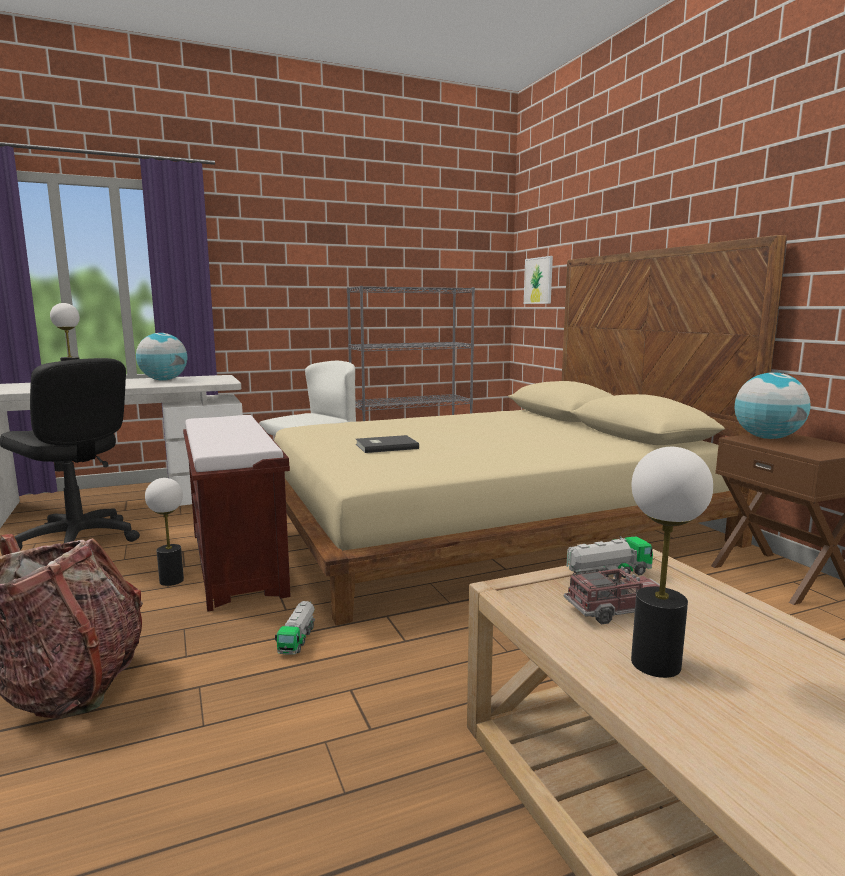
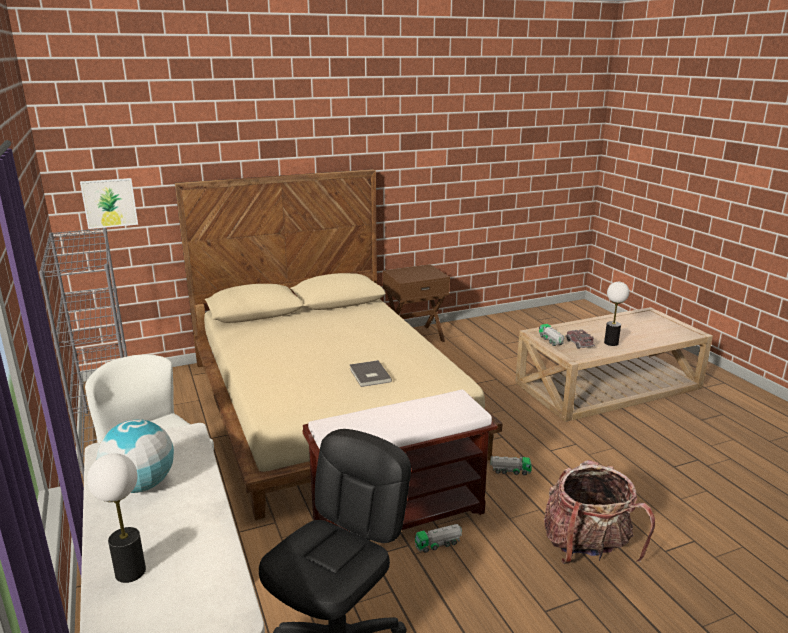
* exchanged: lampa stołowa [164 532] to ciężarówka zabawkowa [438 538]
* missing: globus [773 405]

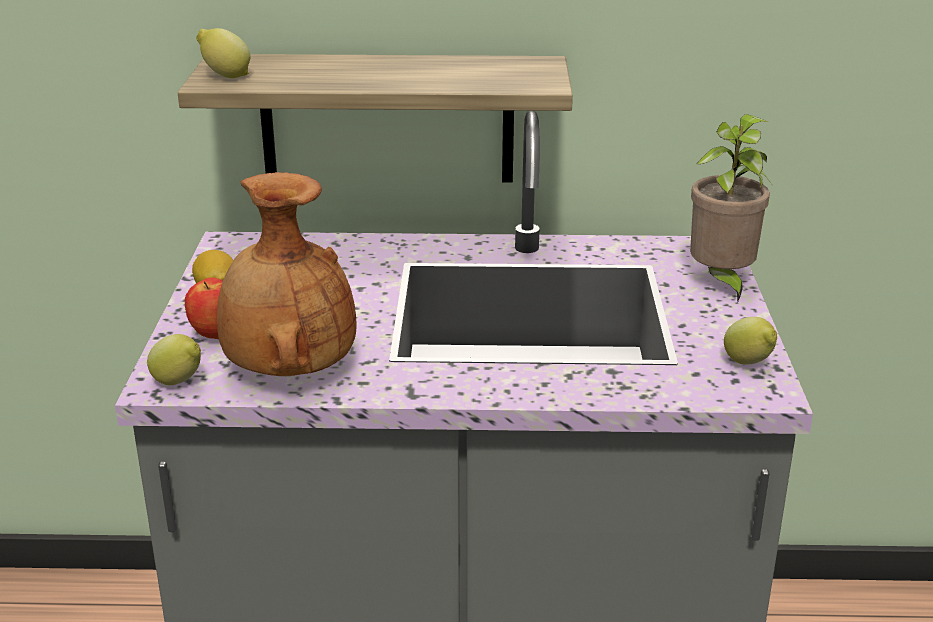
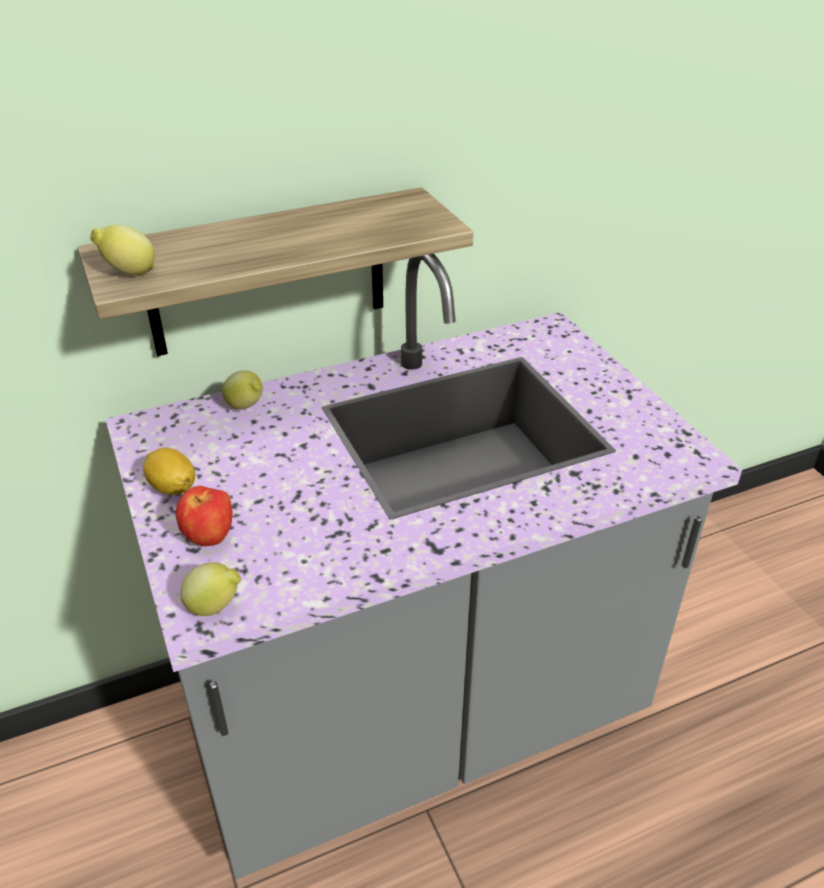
* relocated: cytryna [750 340] to [242 390]
* missing: wazon/brązowy [286 274]
* missing: roślina doniczkowa [730 208]

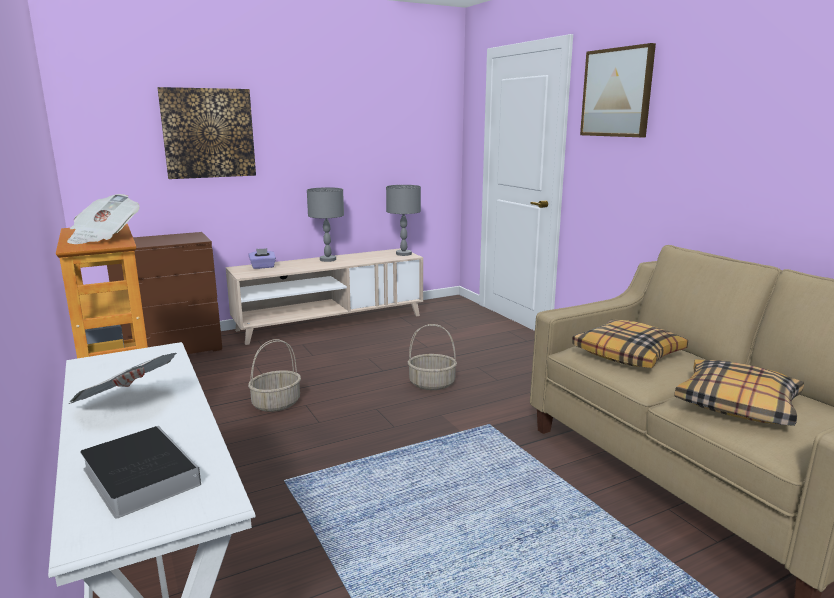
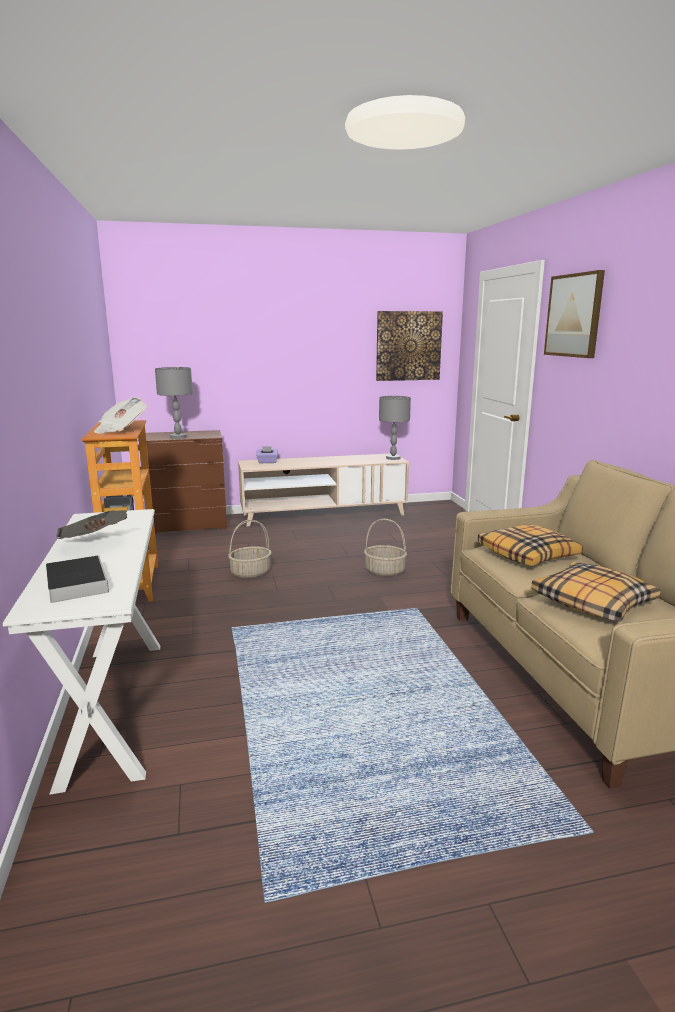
* relocated: lampa stołowa/szary [325 224] to [174 403]
* relocated: obraz [206 133] to [409 346]

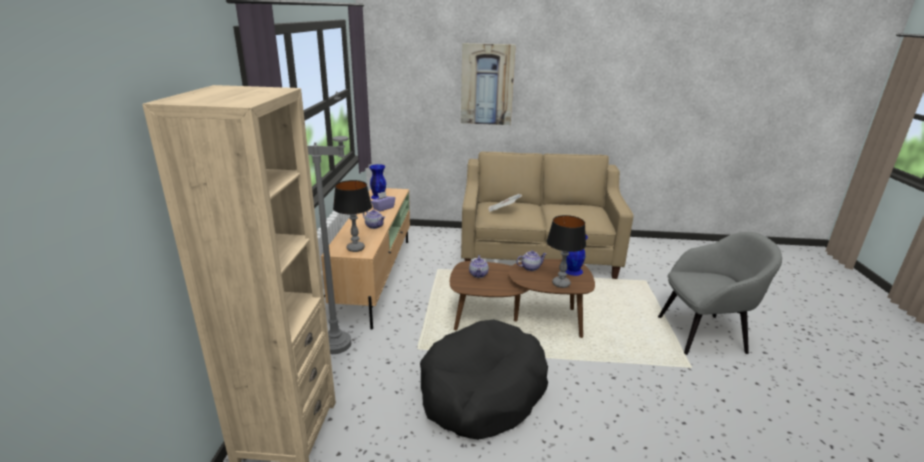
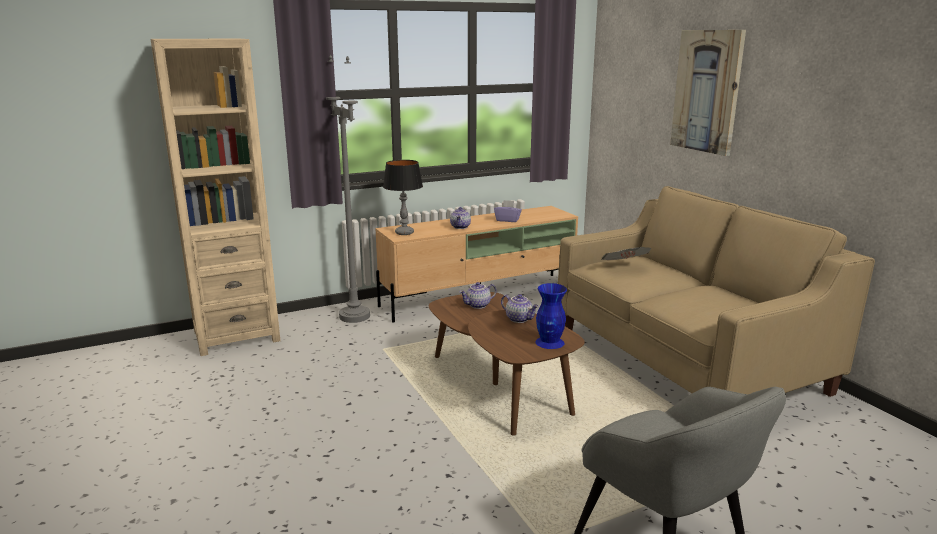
* missing: wazon/niebieski [377 181]
* missing: legowisko/czarny [484 380]
* missing: lampa stołowa [566 251]

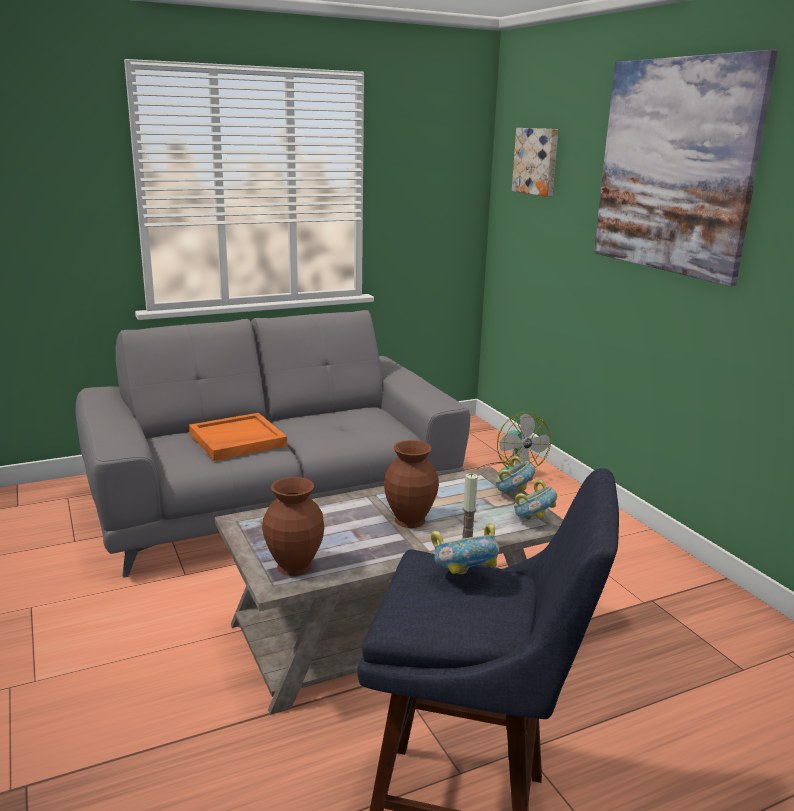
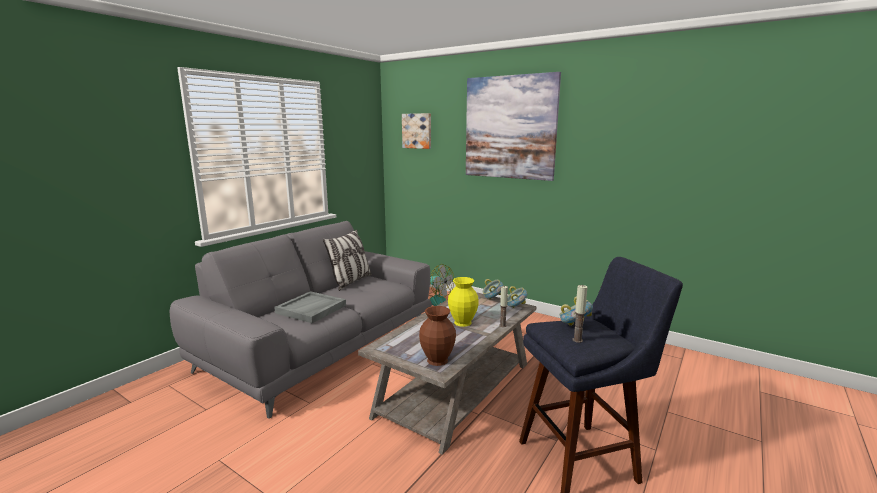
* colour: taca/pomarańczowy [238 437] to taca/szary [310 307]
* appeared: poduszka [347 260]
* colour: wazon/brązowy [411 484] to wazon/żółty [463 302]
* appeared: świeca [579 314]

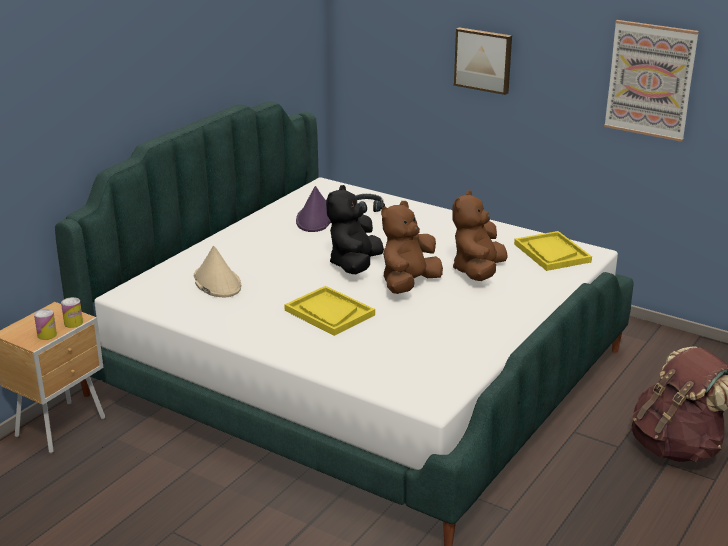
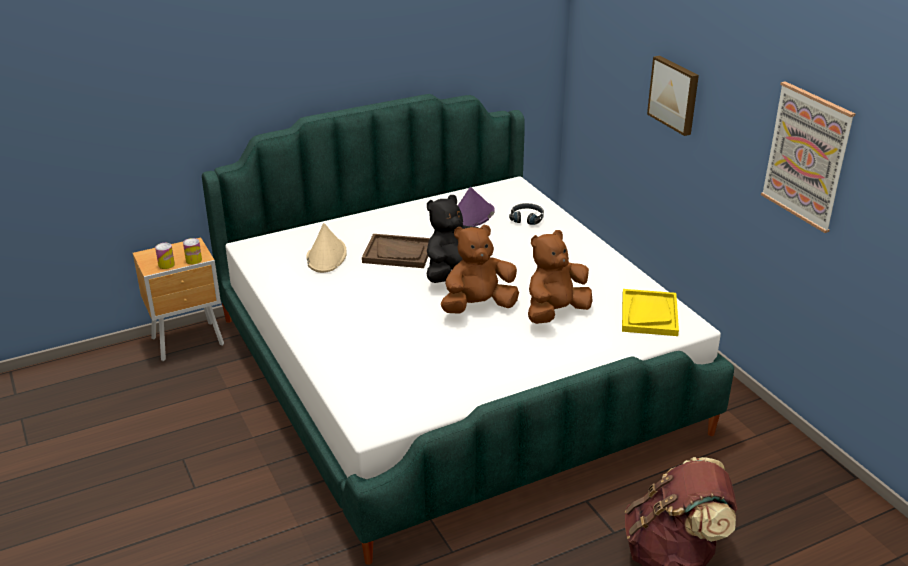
* appeared: taca/brązowy [396 251]
* missing: taca/żółty [329 311]

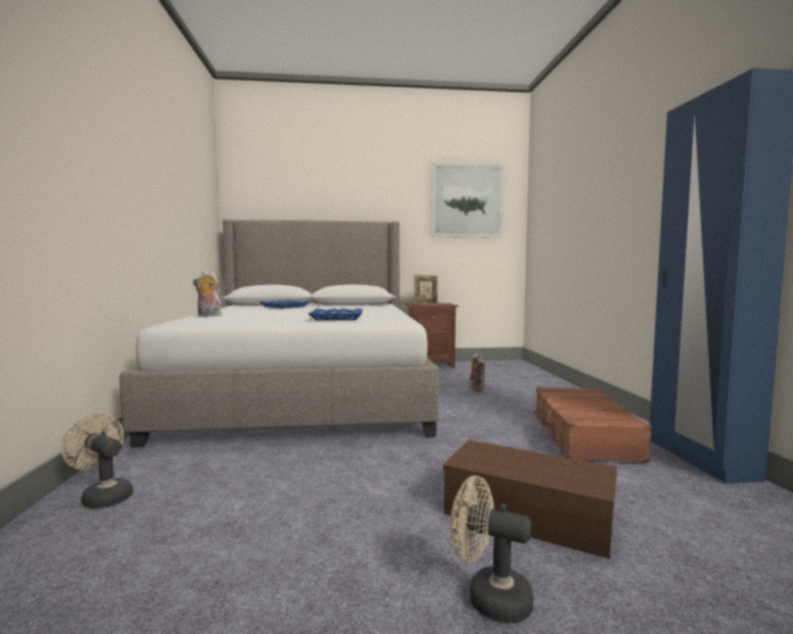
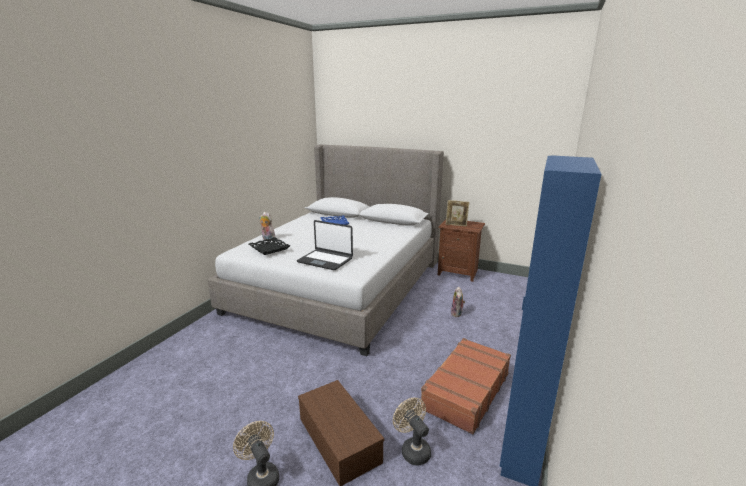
* appeared: taca/czarny [270 246]
* exchanged: taca/niebieski [335 314] to laptop [325 245]
* relocated: wentylator/beżowy [97 461] to [412 431]
* missing: obraz [467 200]

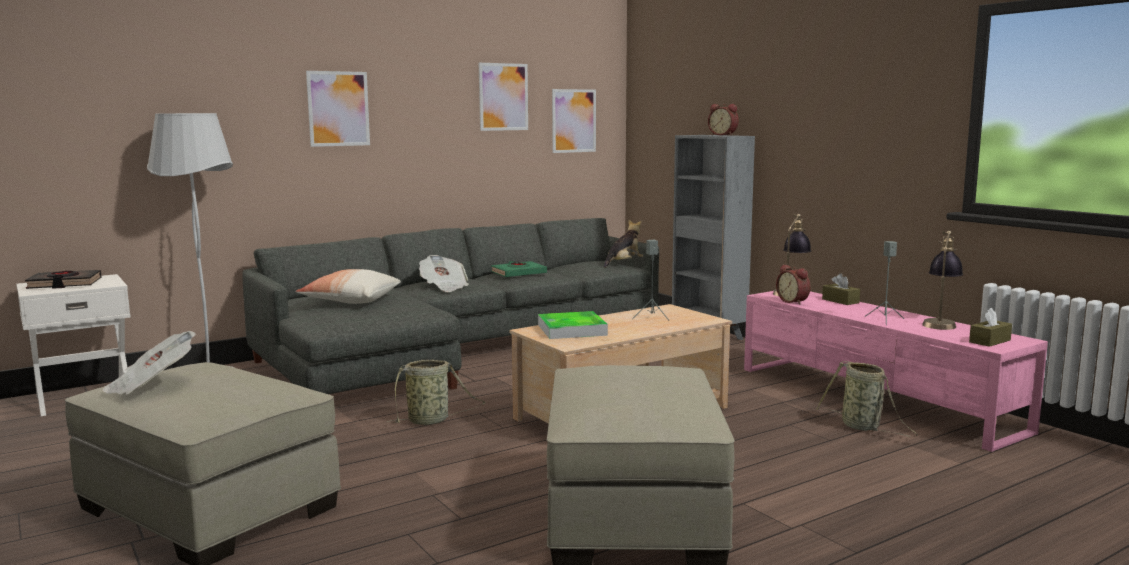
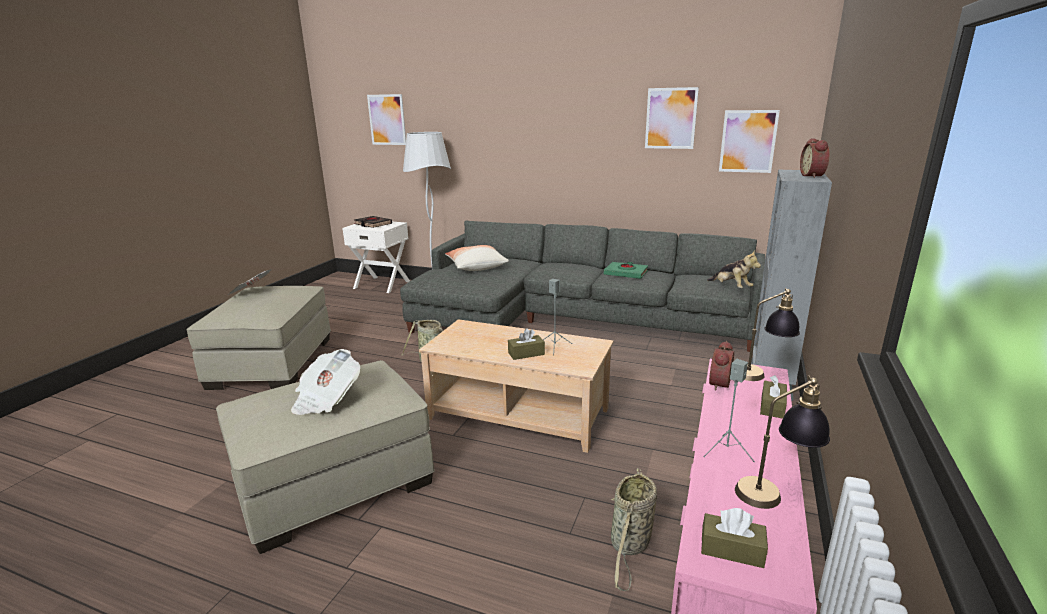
* relocated: gazeta [444 273] to [325 382]
* relocated: obraz [338 109] to [386 119]
* appeared: pudełko chusteczek/brązowy [526 344]
* spun: pluszak [624 244] = [734 269] 45 degrees clockwise
* missing: taca [573 325]

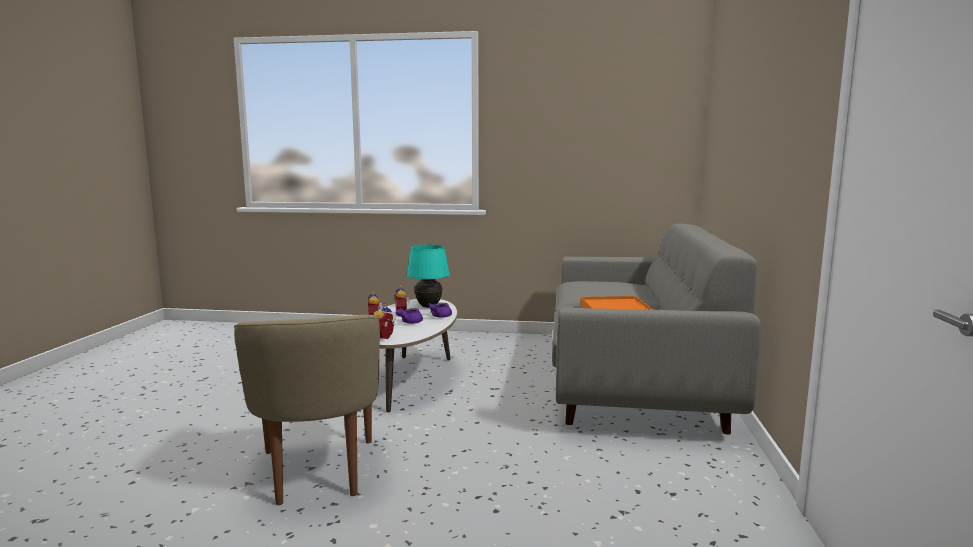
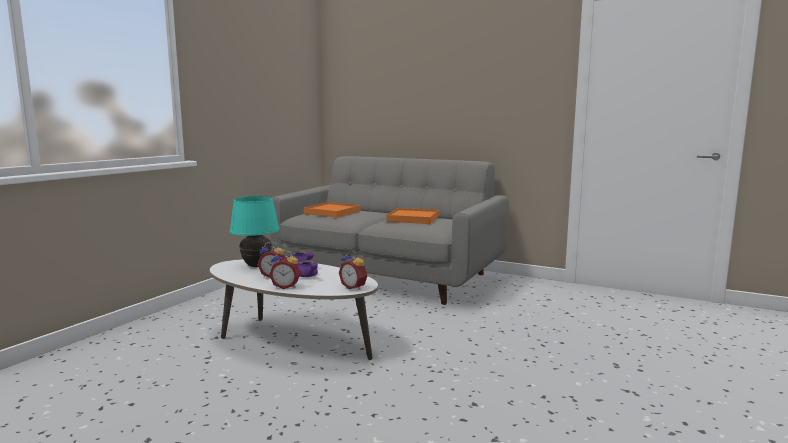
* appeared: taca/pomarańczowy [332 210]
* missing: fotel/beżowy [307 410]

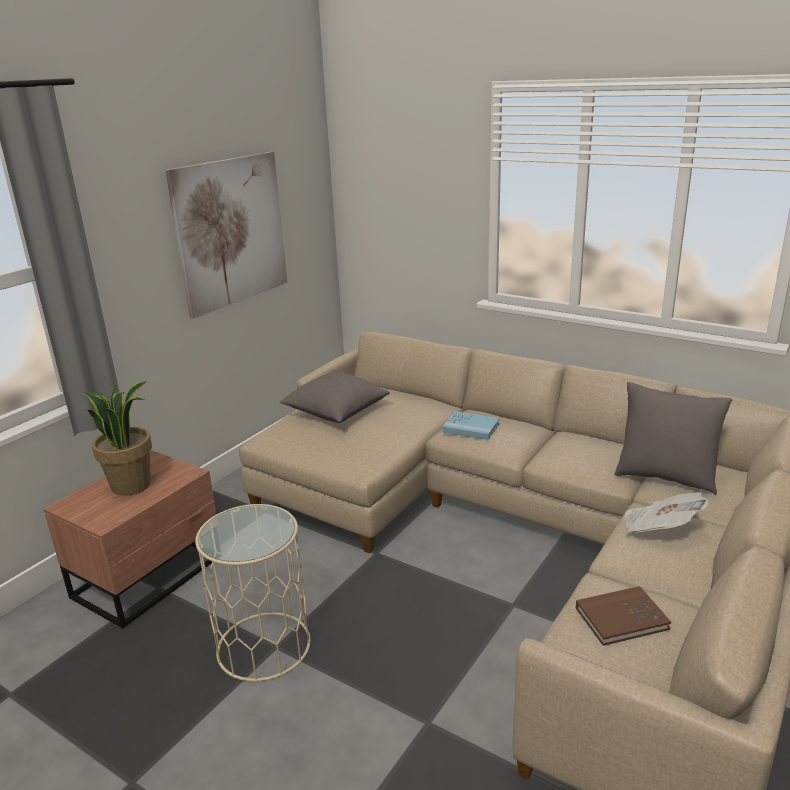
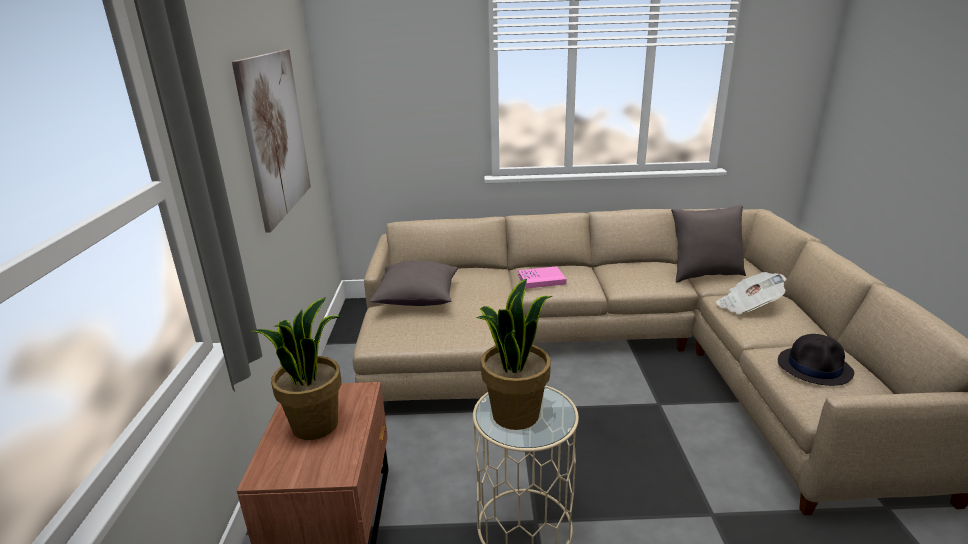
* appeared: roślina doniczkowa [514 354]
* colour: książka/niebieski [470 425] to książka/różowy [542 277]
* exchanged: książka/brązowy [623 616] to kapelusz/czarny [816 360]

